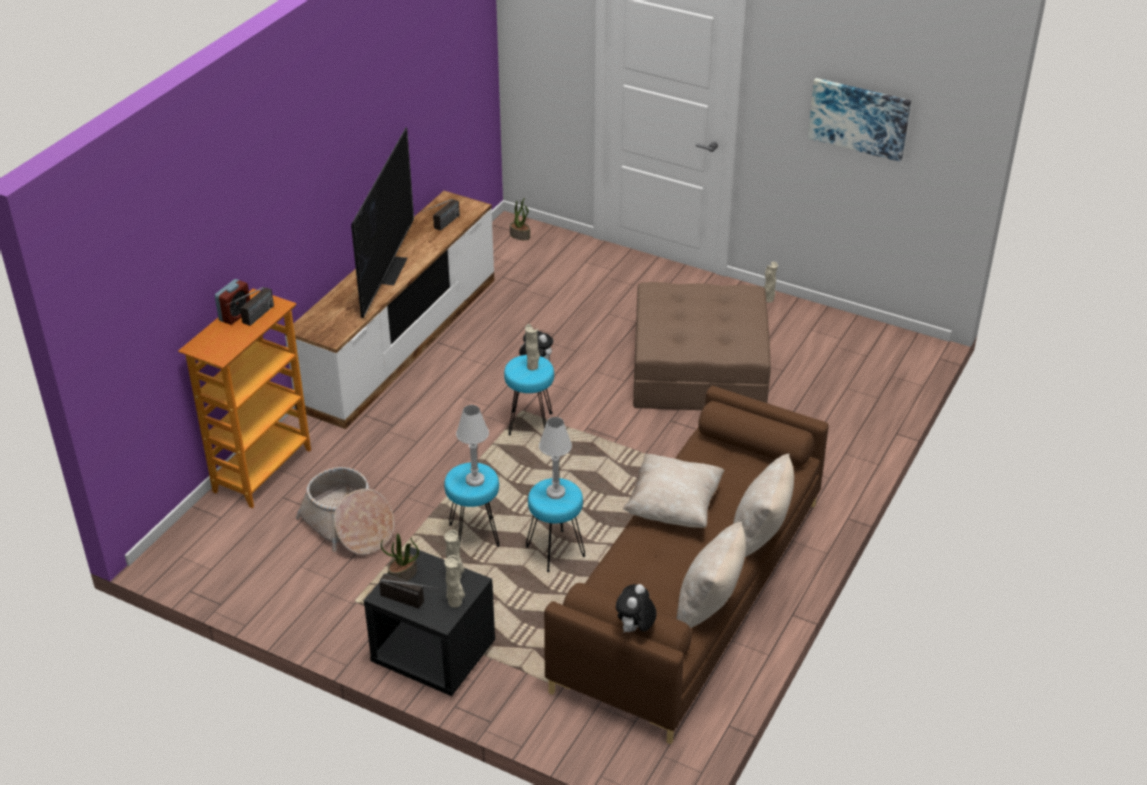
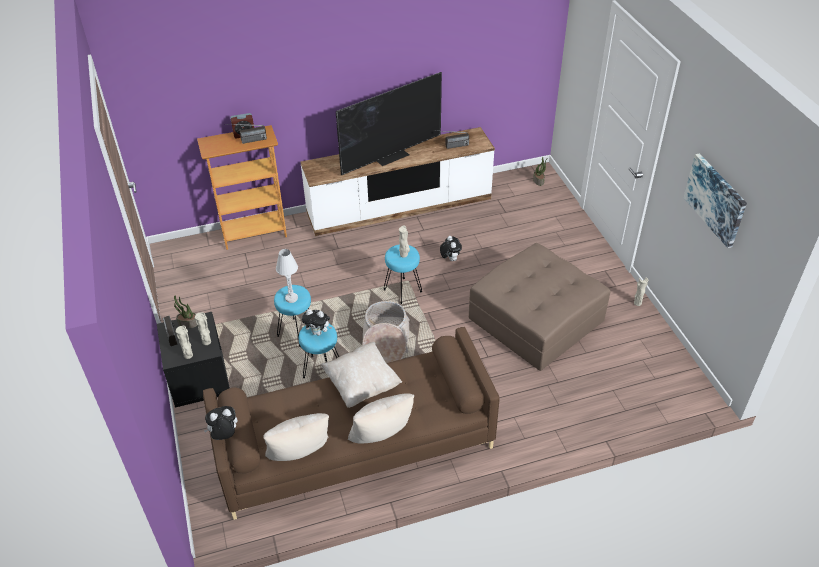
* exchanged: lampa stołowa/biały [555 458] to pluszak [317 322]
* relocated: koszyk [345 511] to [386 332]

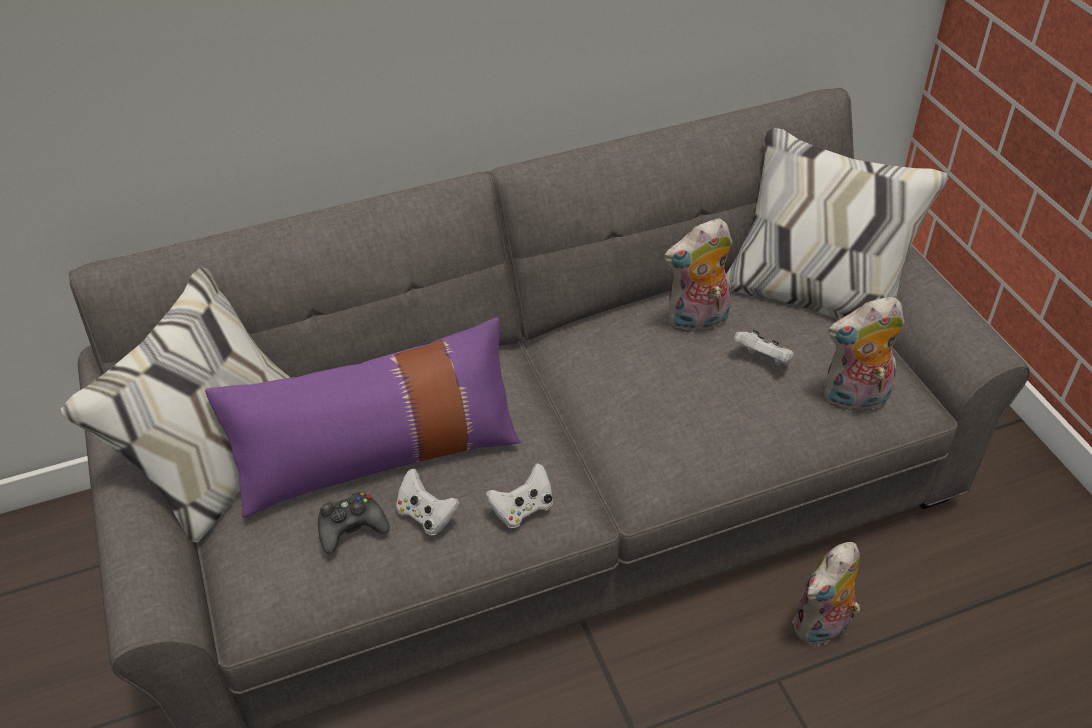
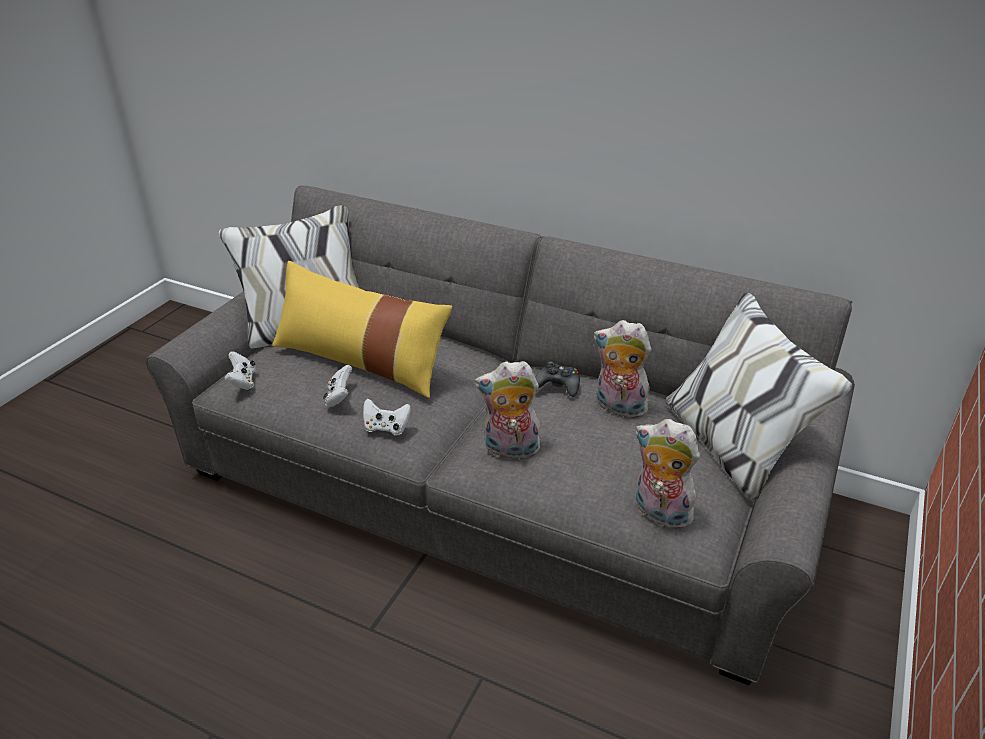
* relocated: pad do gier/biały [764 348] to [240 370]
* colour: poduszka/fioletowy [363 417] to poduszka/żółty [362 329]
* relocated: pluszak [826 594] to [507 411]
* relocated: pad do gier/czarny [354 523] to [557 379]

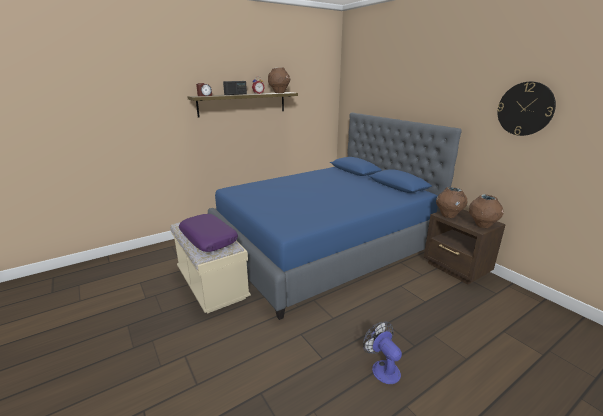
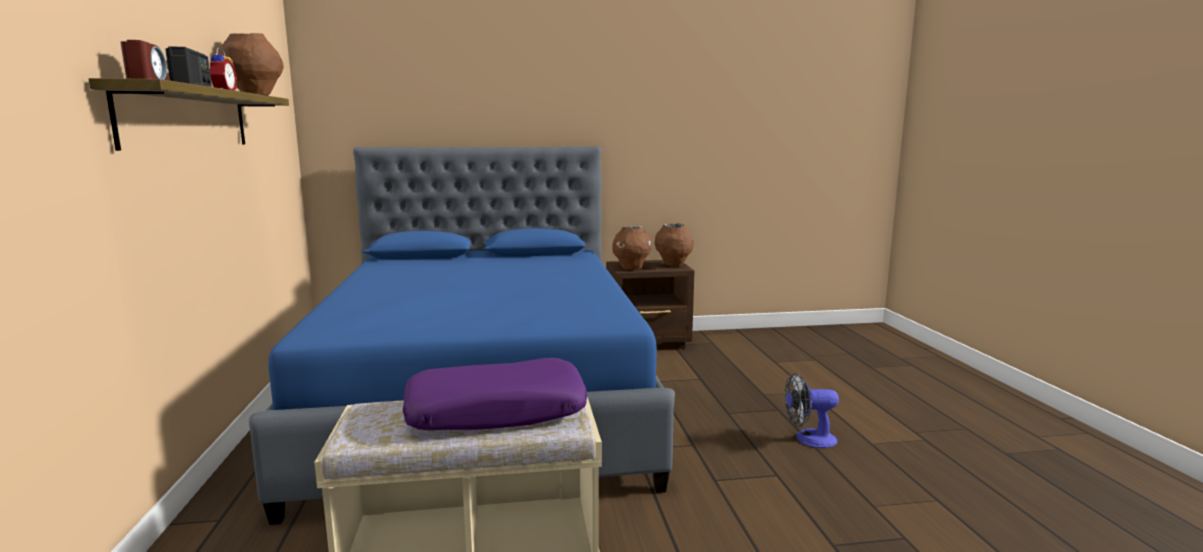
* missing: zegar ścienny [526 109]

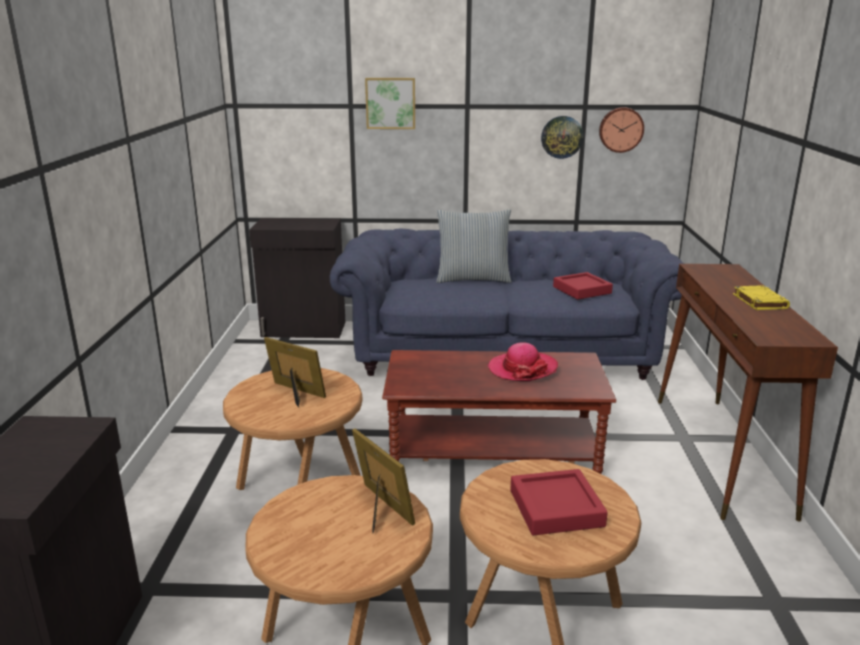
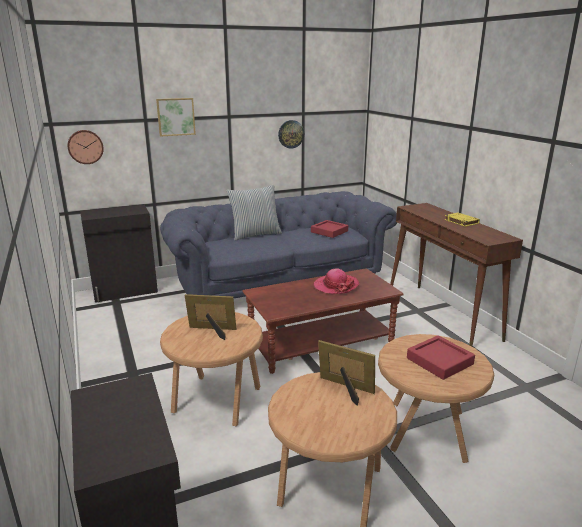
* relocated: zegar ścienny [621 130] to [86 147]

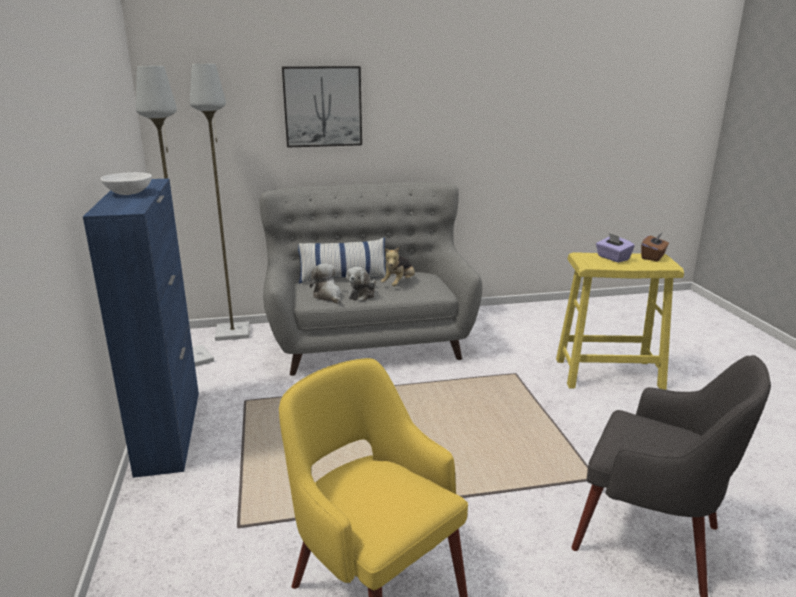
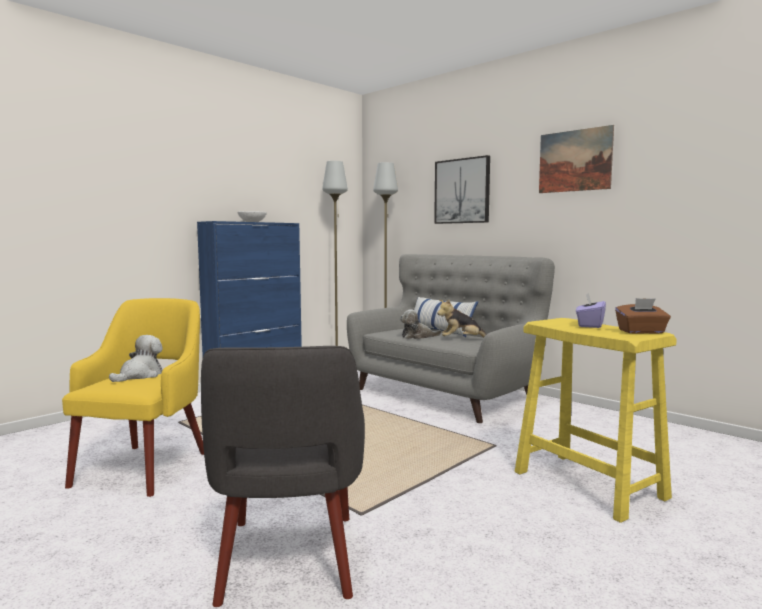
* relocated: pluszak [325 283] to [136 358]
* appeared: obraz [576 159]

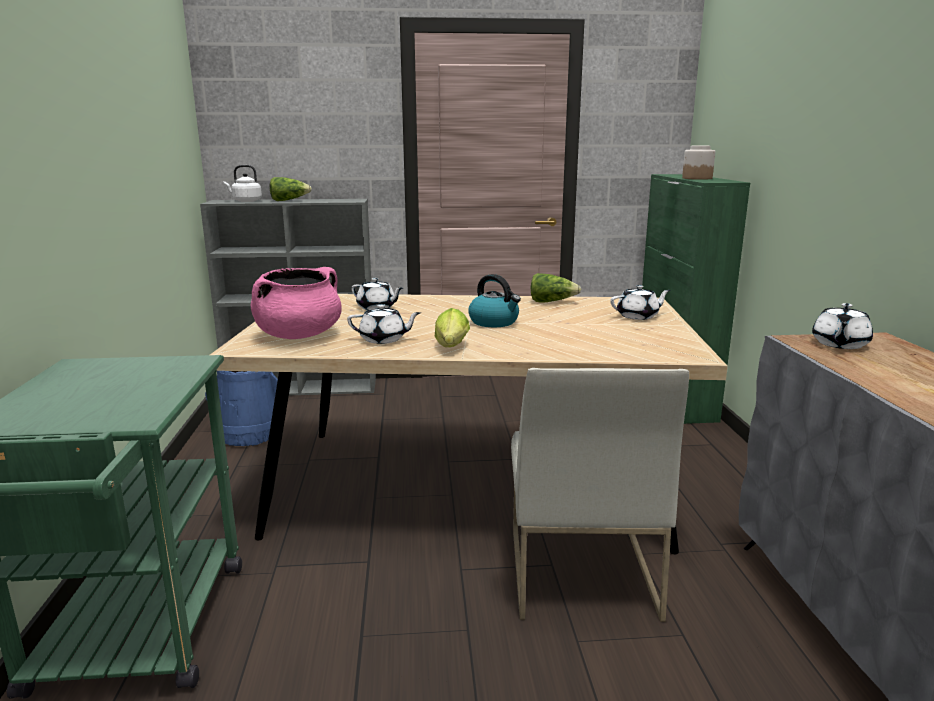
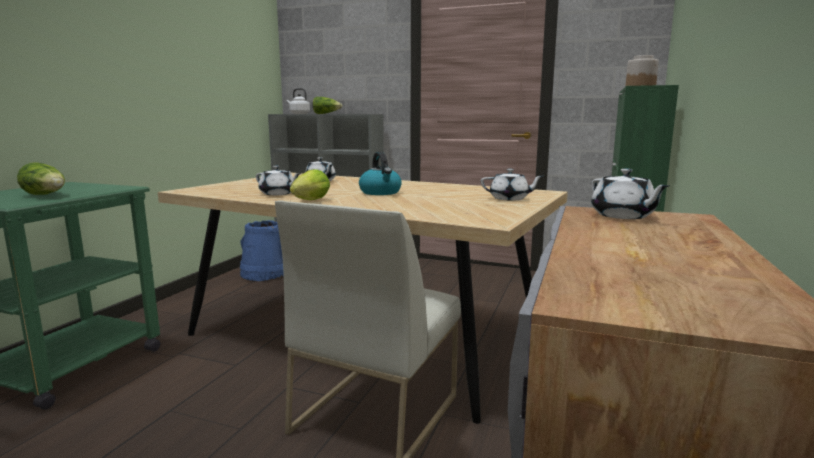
* relocated: sałata [556 288] to [41 179]
* spun: imbryk/biały [842 326] = [630 194] 75 degrees counterclockwise
* missing: garnek/różowy [296 303]

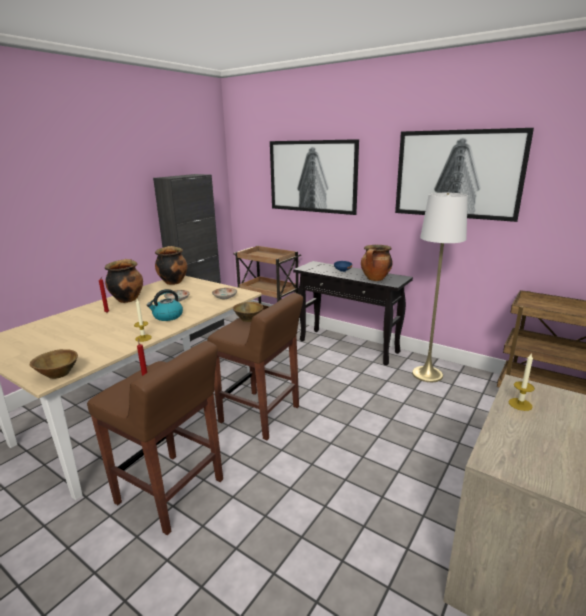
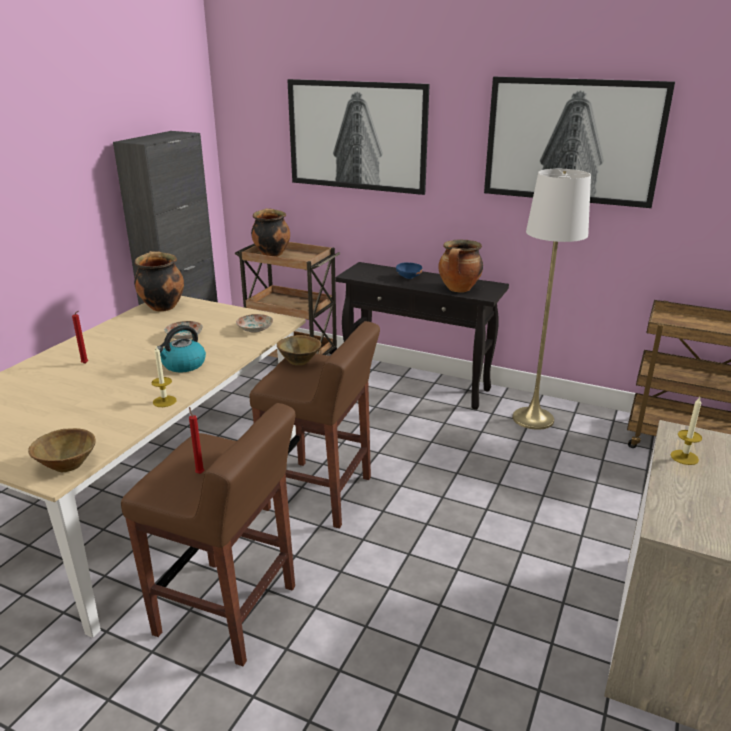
* relocated: garnek [124 281] to [270 232]

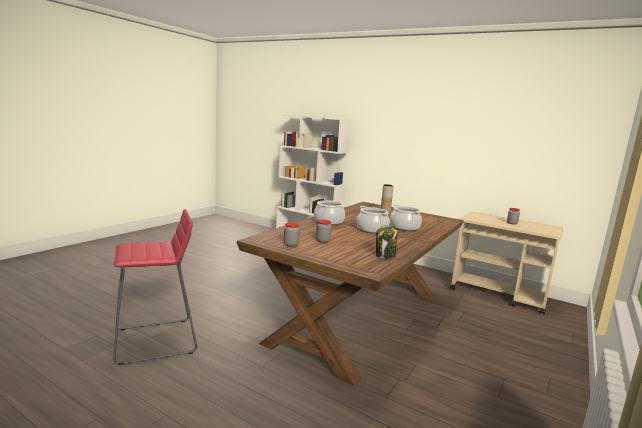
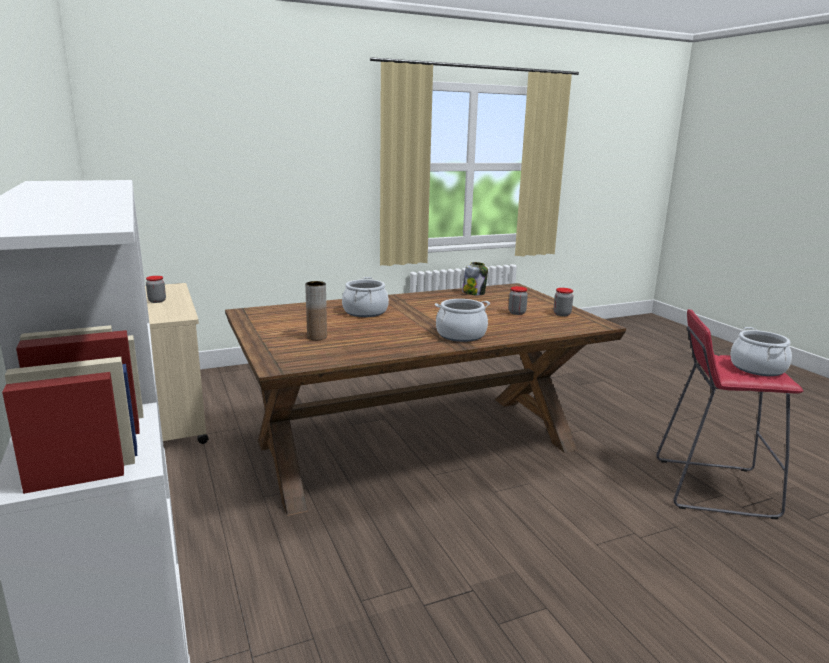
* relocated: garnek [373 220] to [761 351]

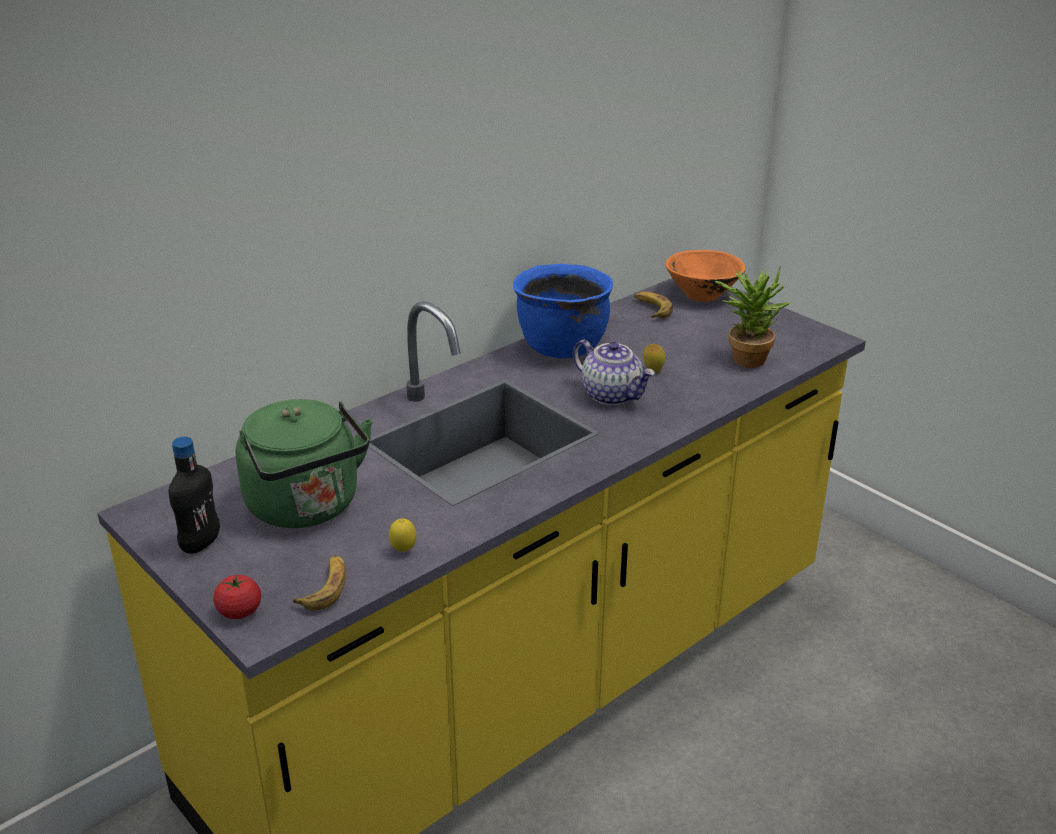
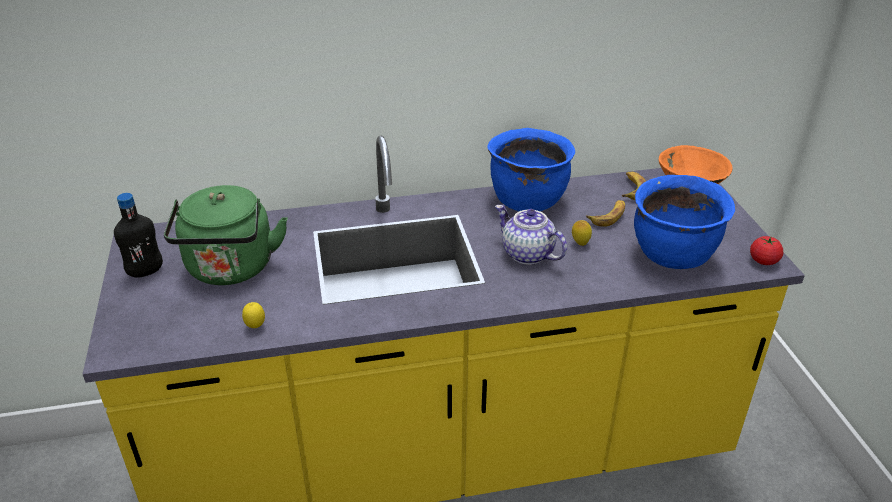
* spun: imbryk [614 372] = [531 235] 150 degrees clockwise
* relocated: banan [319 583] to [605 213]
* exchanged: roślina doniczkowa [753 316] to garnek/niebieski [684 222]
* relocated: pomidor [237 597] to [766 250]

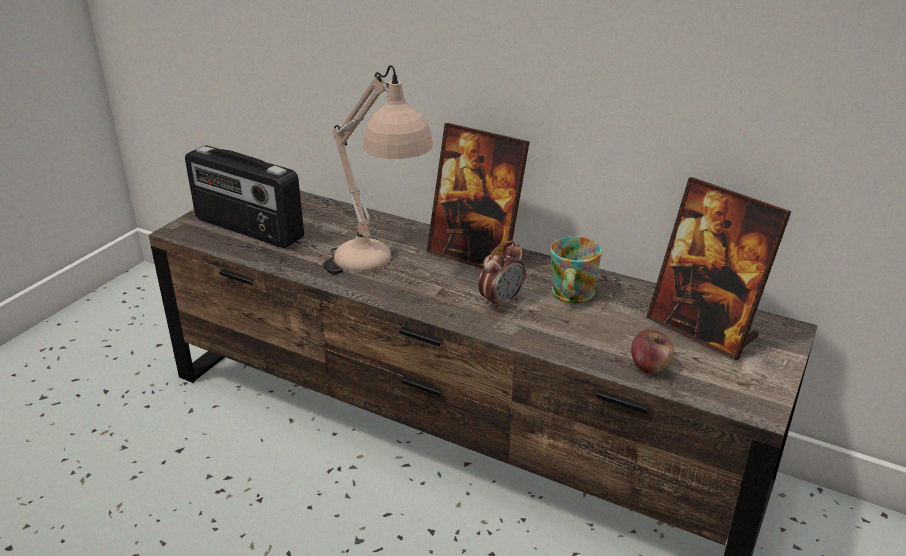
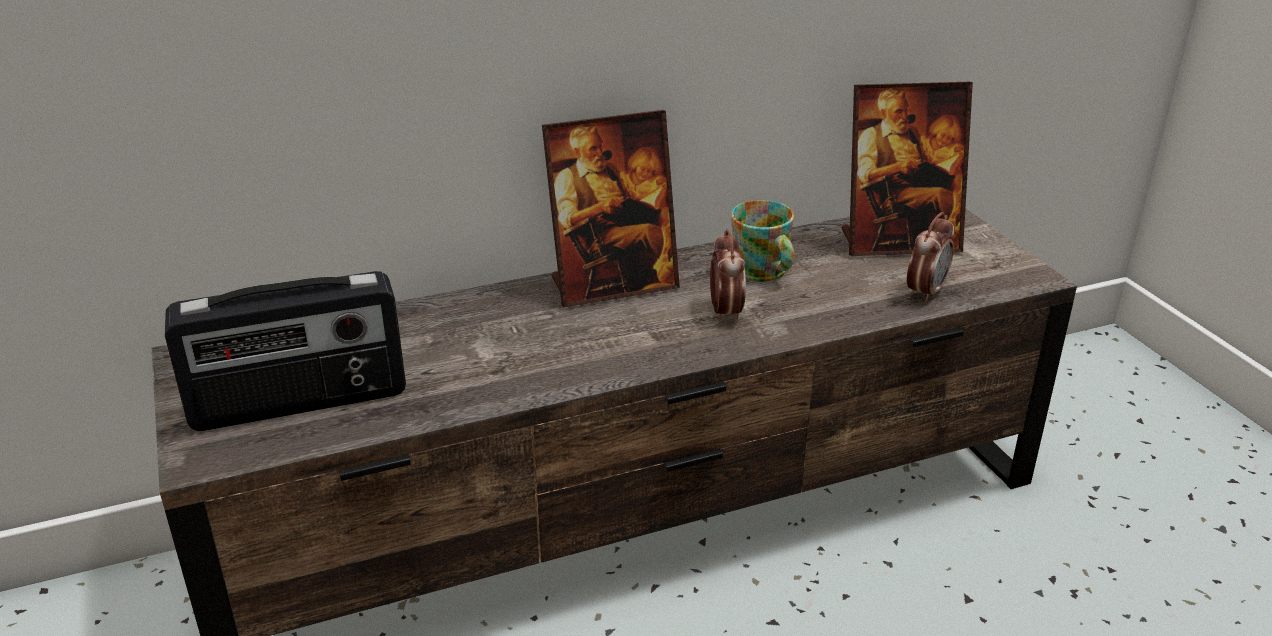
* exchanged: jabłko [652 352] to budzik [931 257]
* missing: lampa stołowa/beżowy [378 170]

